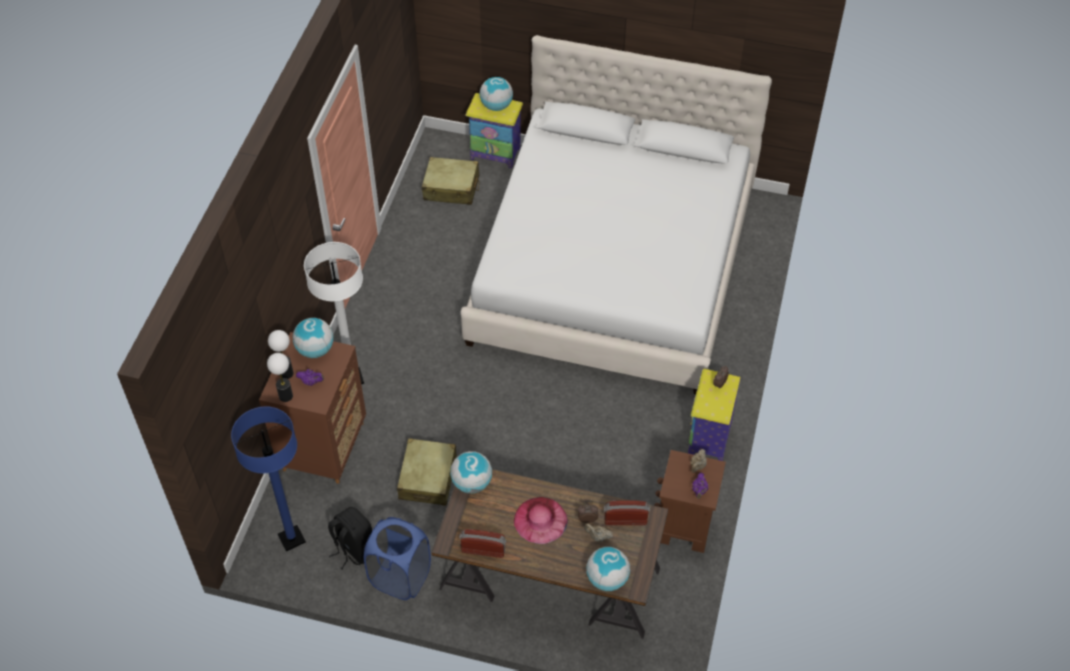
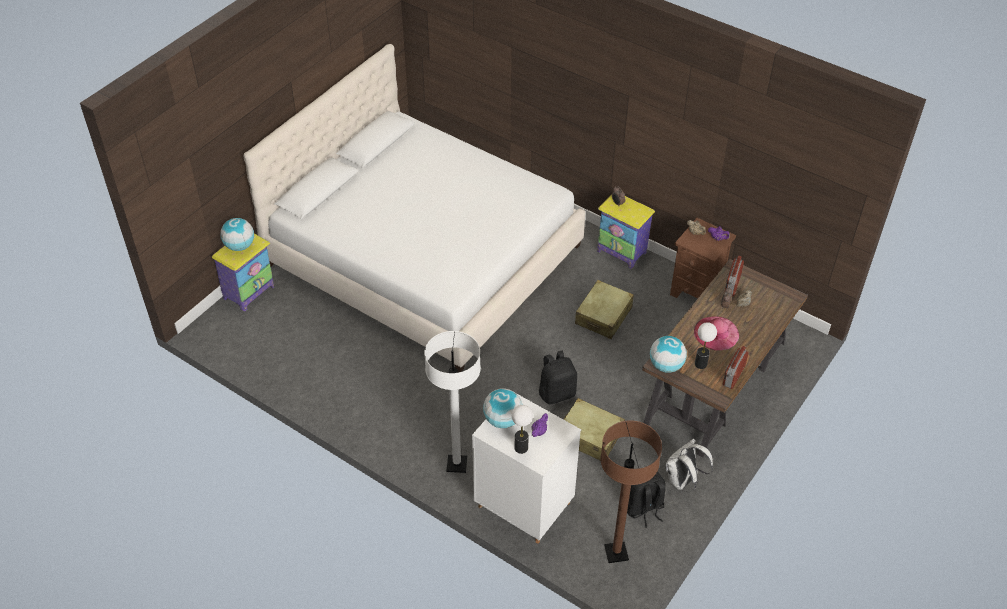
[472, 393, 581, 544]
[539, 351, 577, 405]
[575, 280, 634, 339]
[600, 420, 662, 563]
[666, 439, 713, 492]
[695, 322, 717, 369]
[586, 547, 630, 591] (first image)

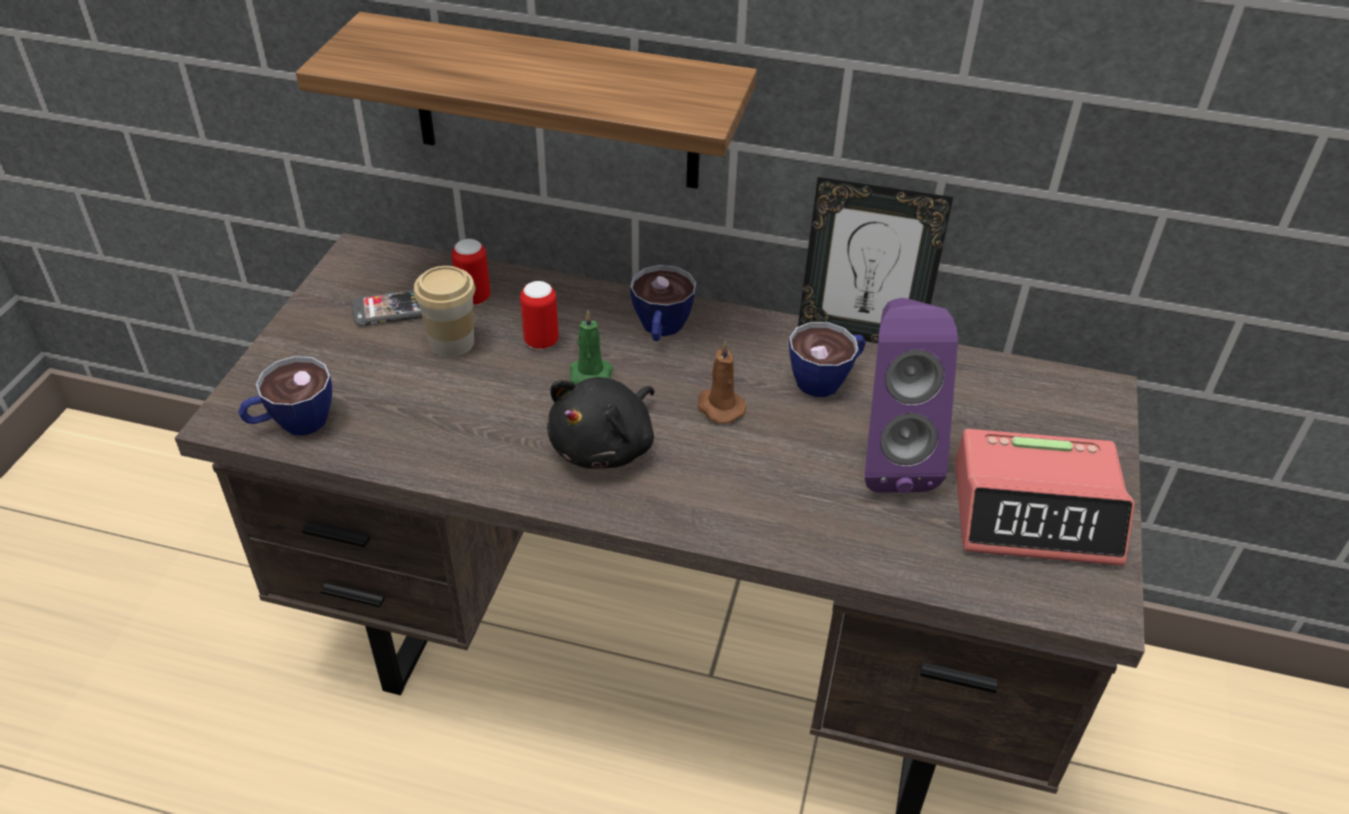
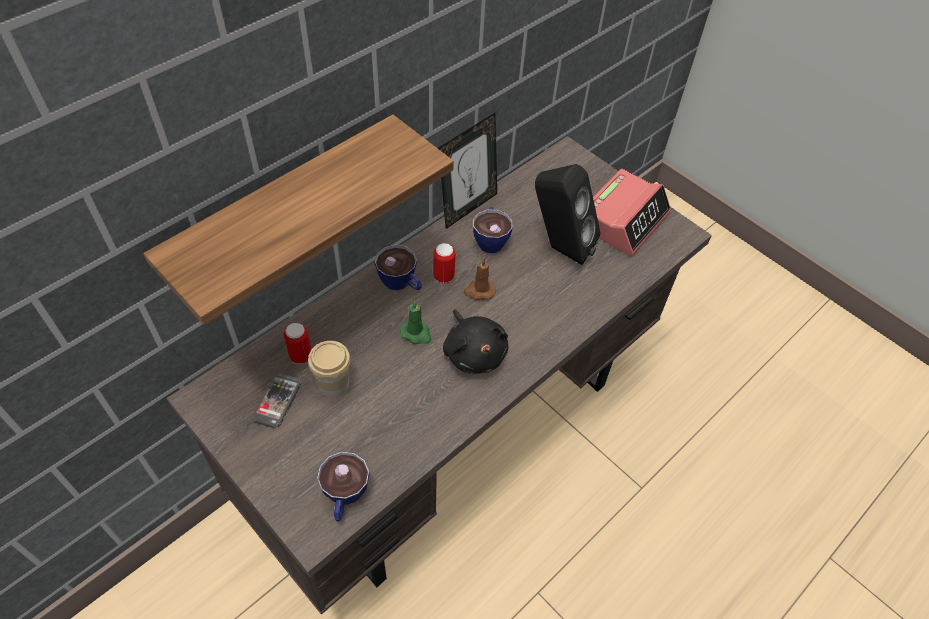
[433, 243, 455, 283]
[535, 164, 600, 265]

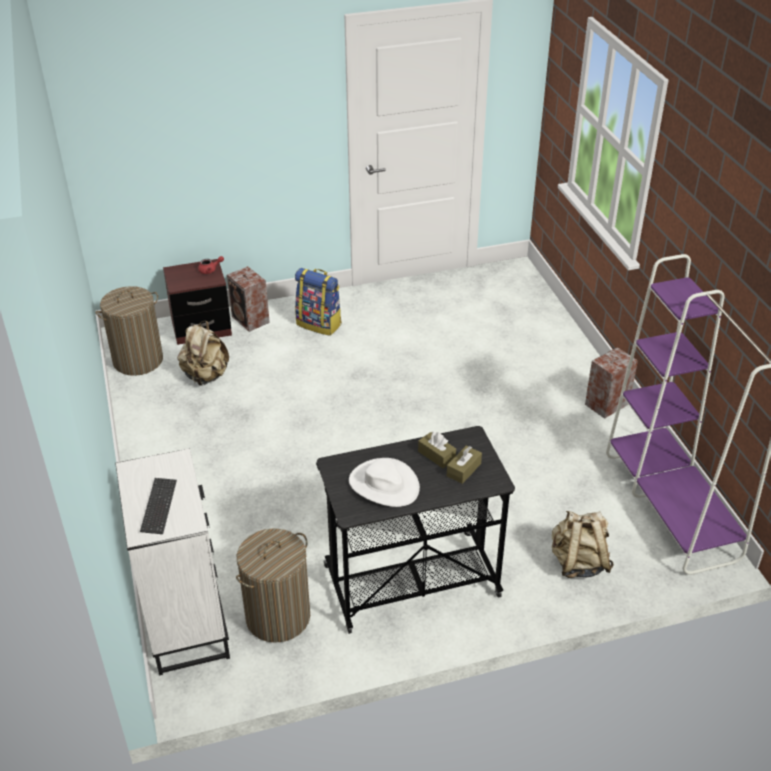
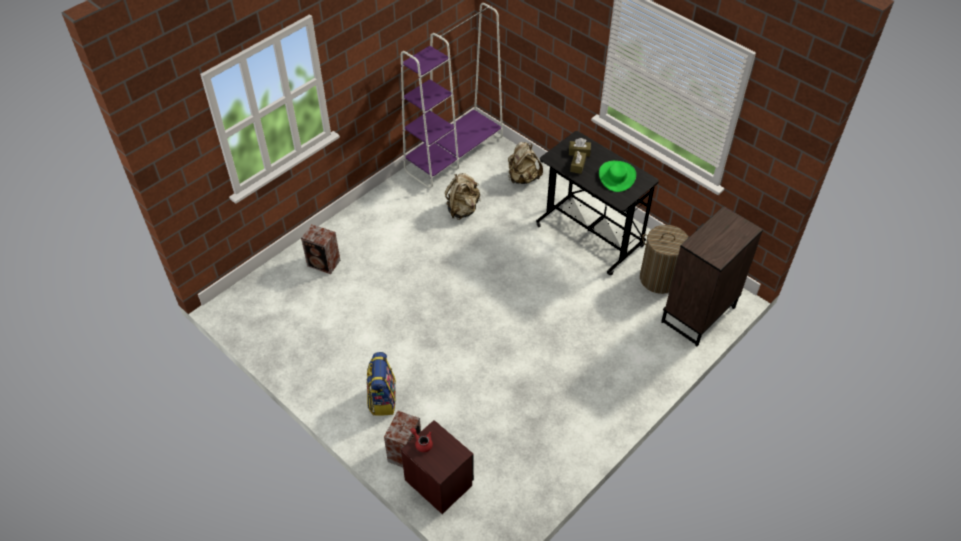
[301, 224, 340, 274]
[445, 173, 480, 220]
[599, 161, 636, 192]
[661, 206, 763, 346]
[95, 286, 163, 376] (first image)
[140, 478, 177, 534] (first image)

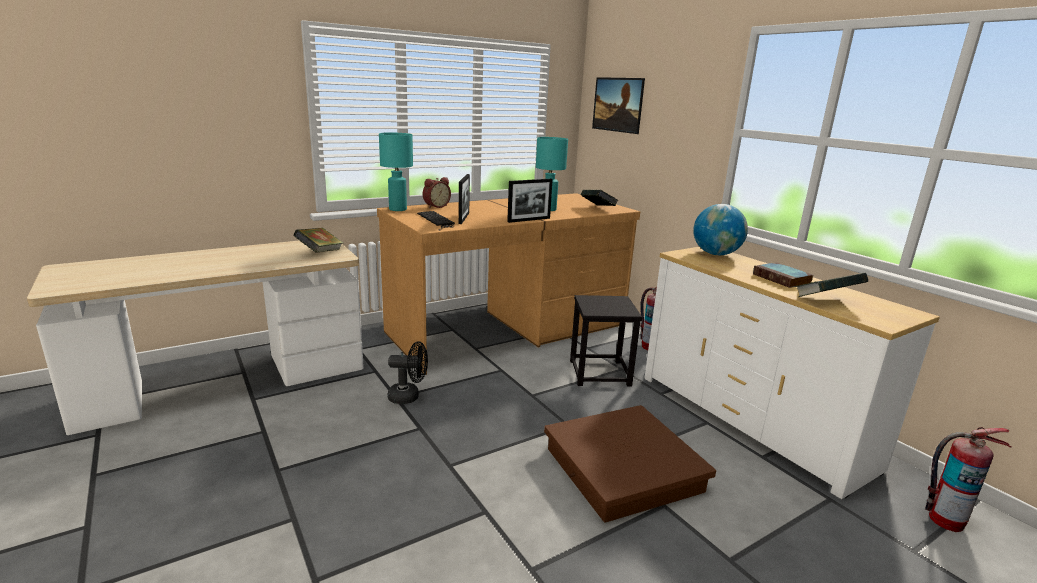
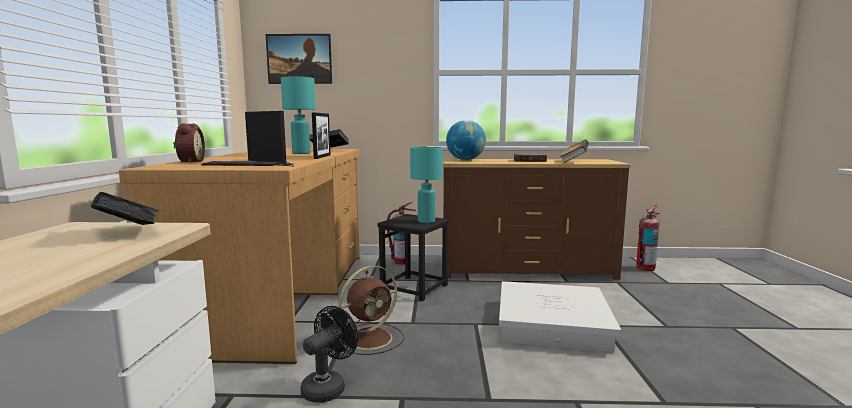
[339, 266, 405, 355]
[410, 147, 443, 223]
[443, 159, 631, 280]
[499, 281, 621, 353]

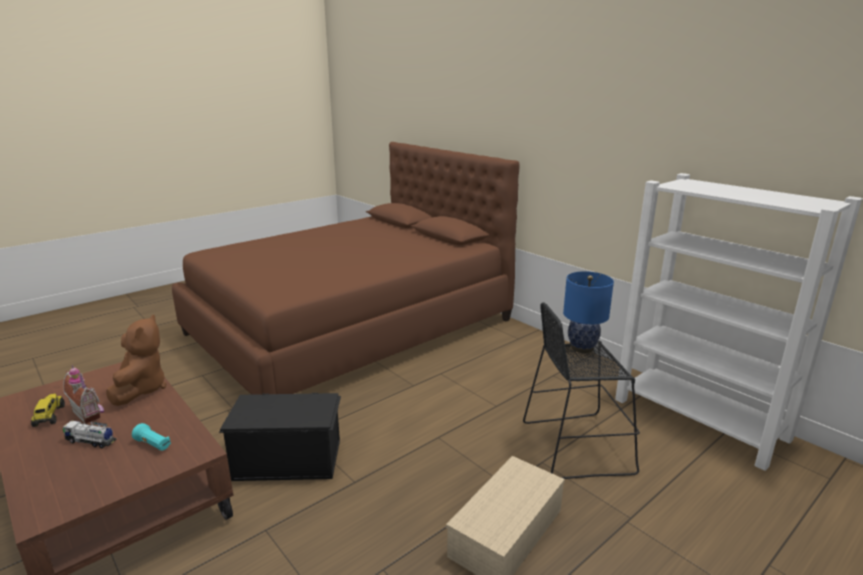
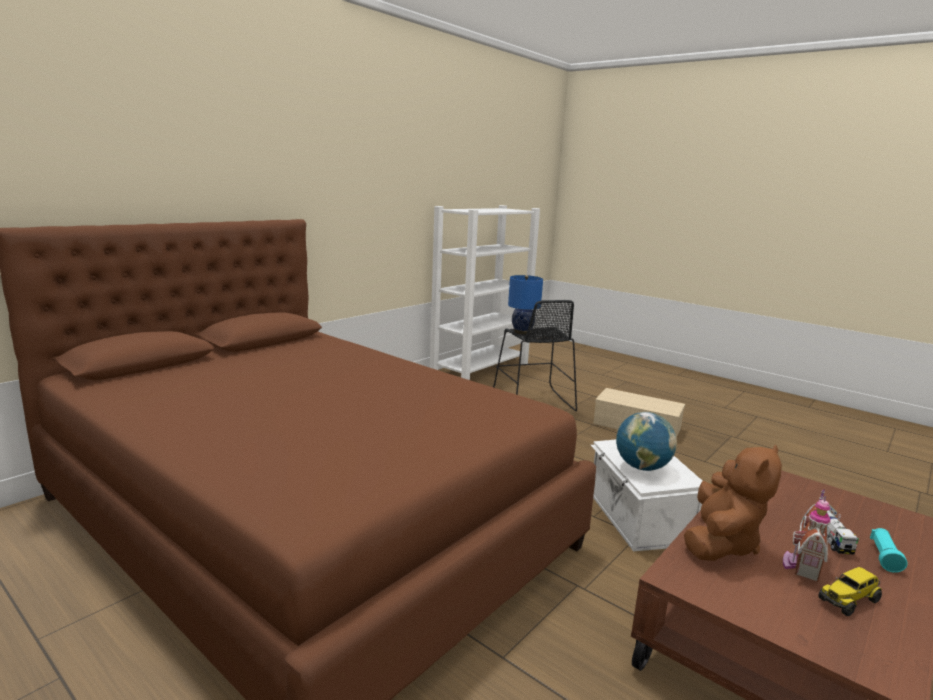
[591, 439, 702, 551]
[616, 412, 677, 471]
[684, 445, 782, 561]
[870, 528, 908, 573]

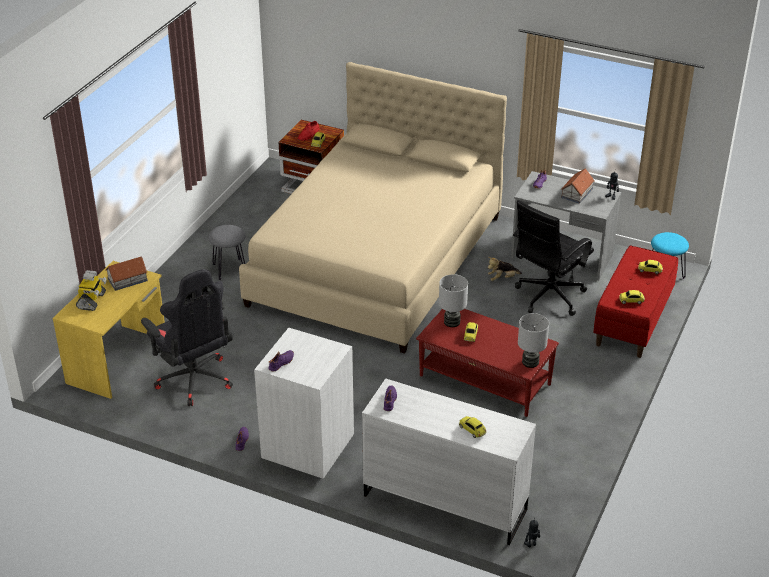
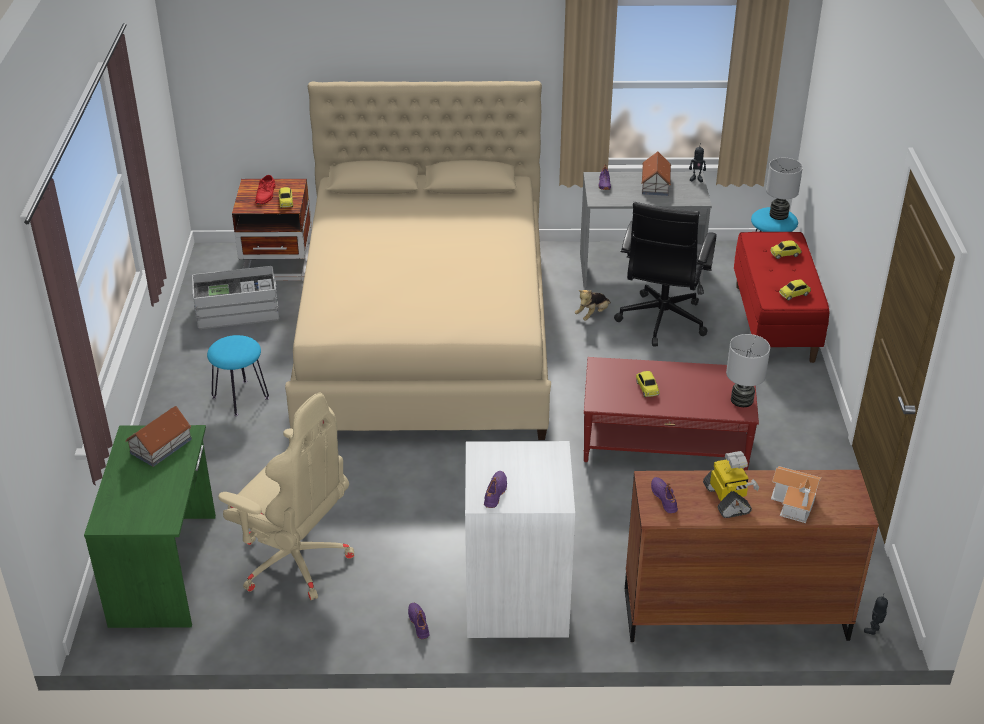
[84, 425, 216, 628]
[192, 266, 280, 329]
[207, 335, 269, 416]
[218, 393, 354, 600]
[625, 470, 879, 642]
[703, 451, 759, 518]
[766, 158, 803, 220]
[771, 466, 821, 523]

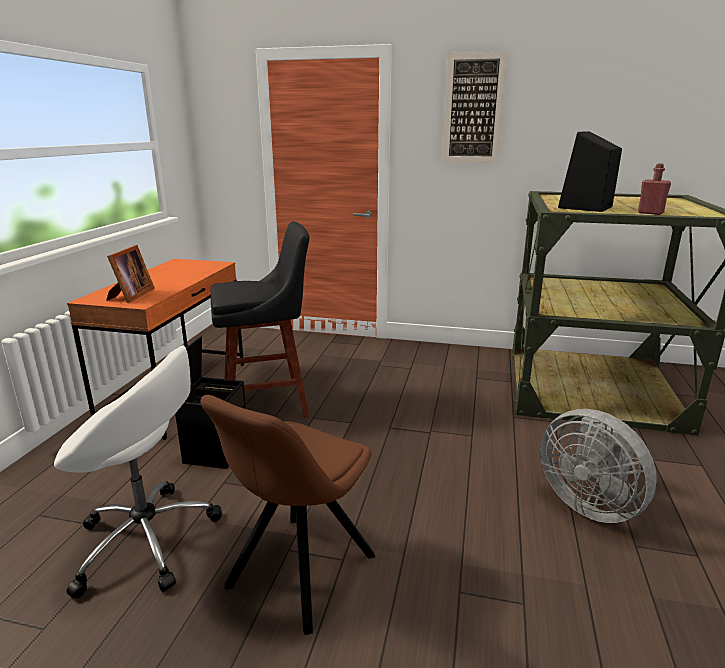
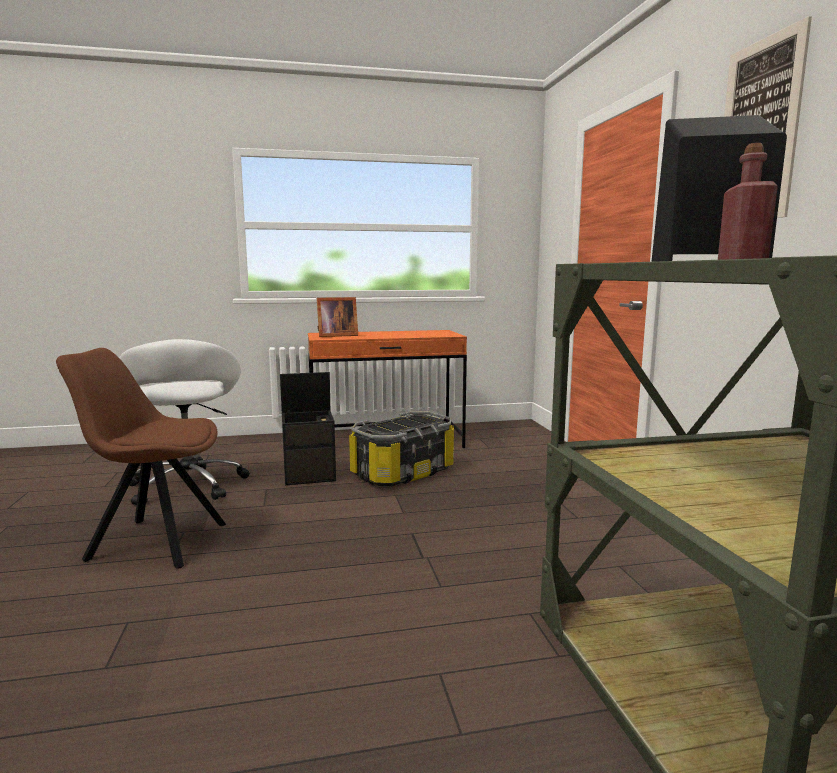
[349, 411, 454, 487]
[540, 409, 657, 523] (first image)

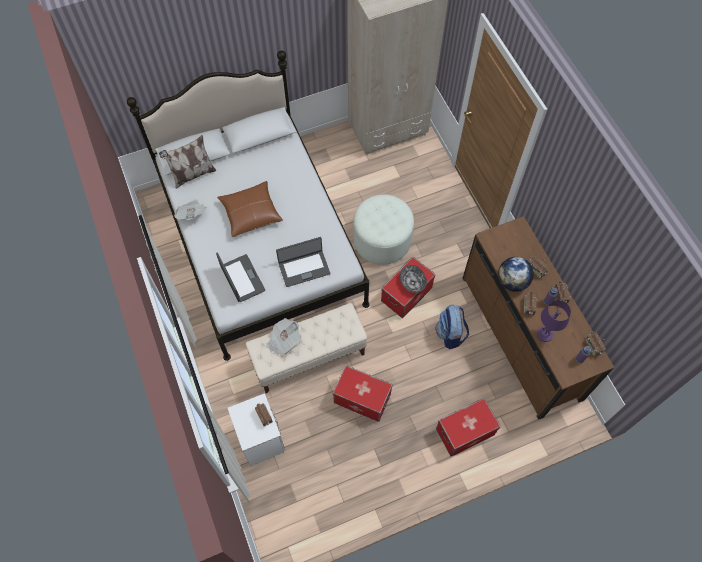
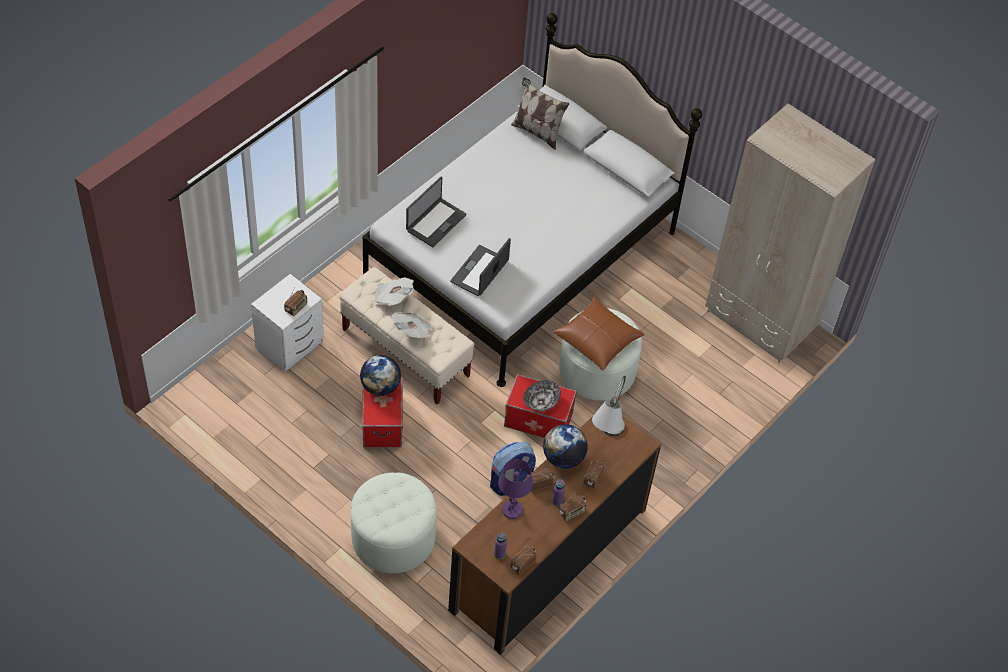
[351, 473, 437, 573]
[360, 355, 401, 396]
[391, 312, 434, 339]
[450, 238, 511, 296]
[553, 297, 645, 371]
[592, 376, 626, 436]

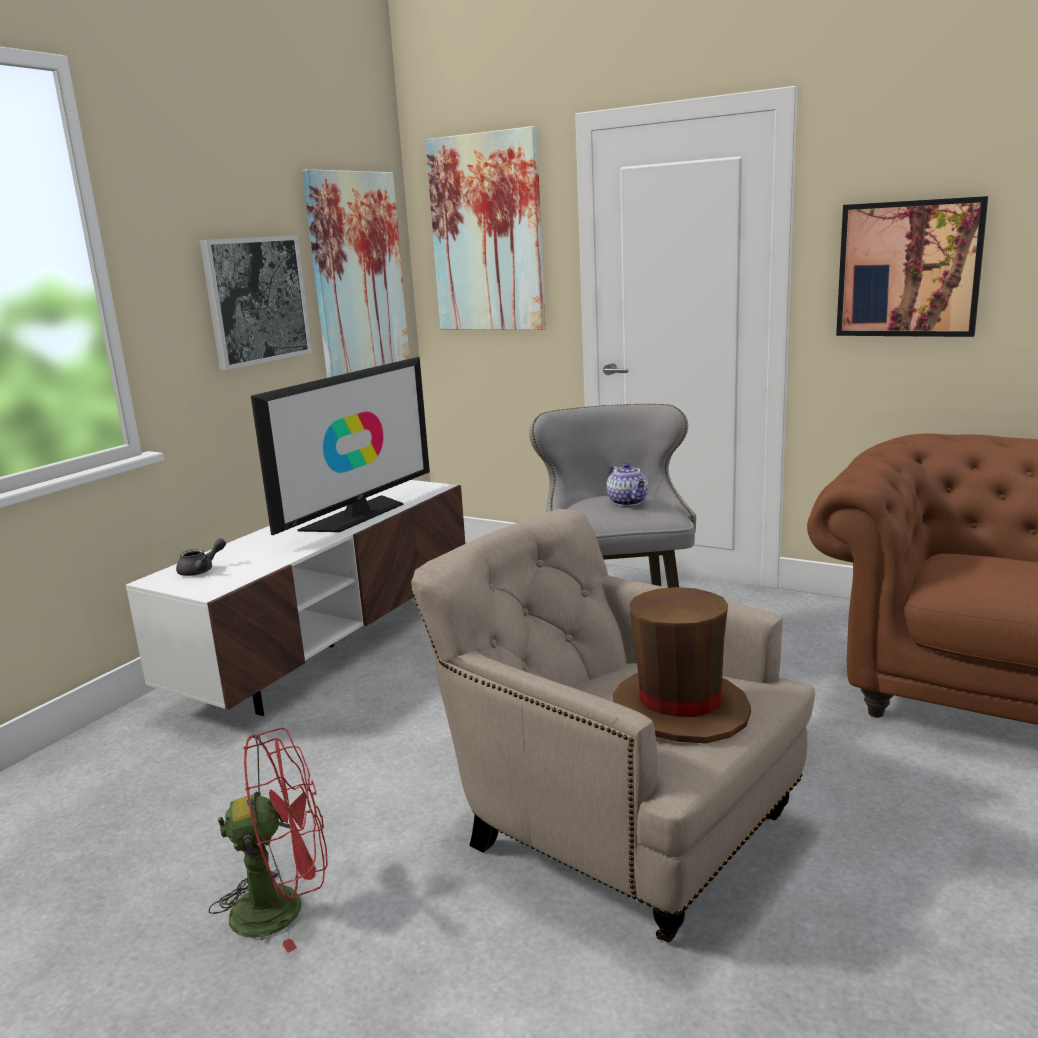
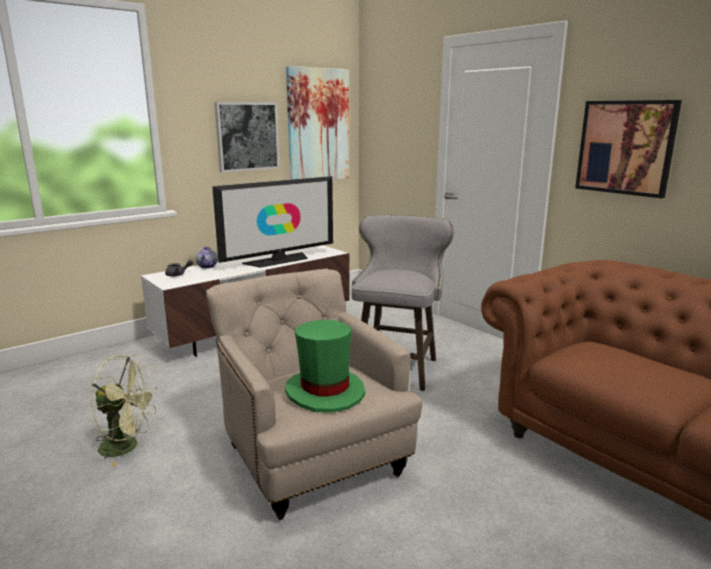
[91, 355, 158, 467]
[196, 247, 217, 268]
[285, 320, 365, 413]
[425, 126, 546, 330] (first image)

